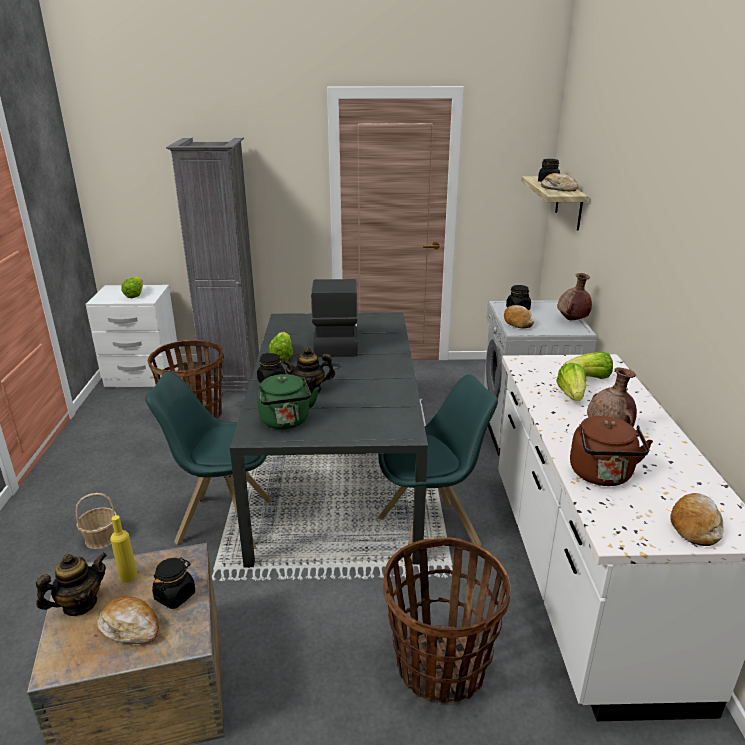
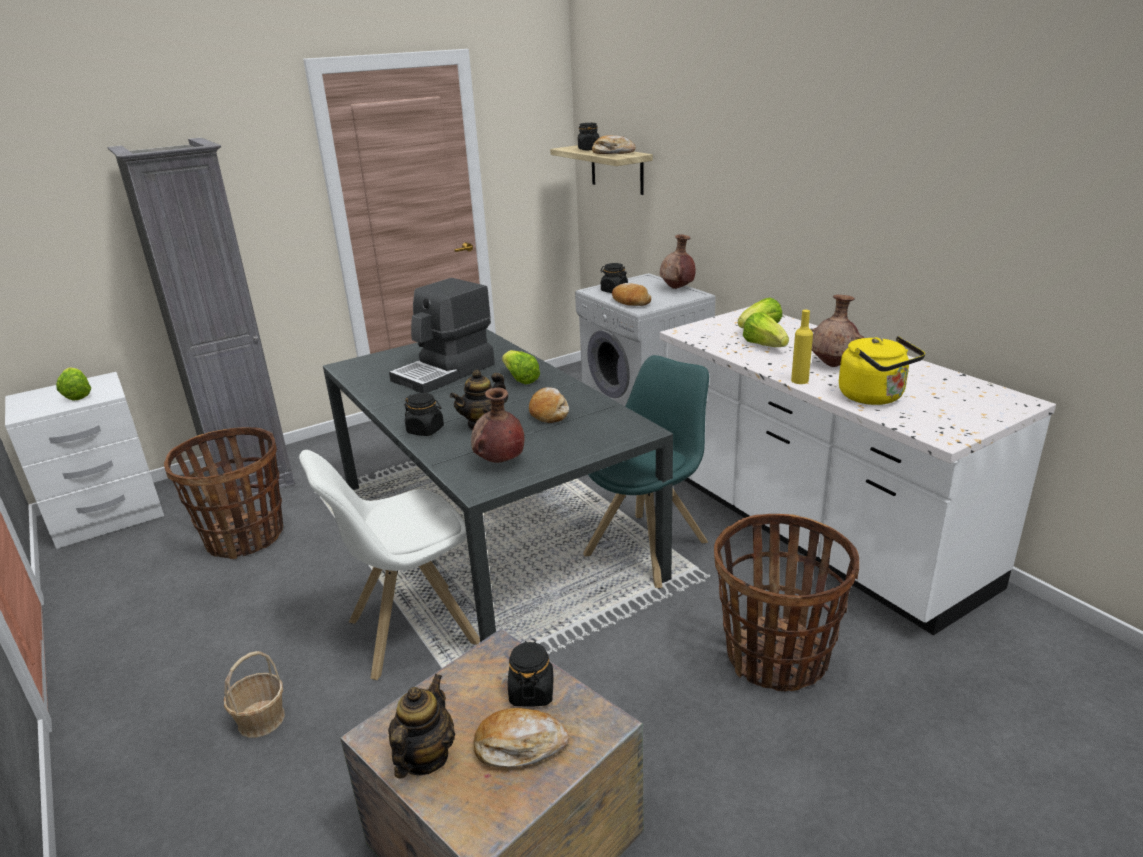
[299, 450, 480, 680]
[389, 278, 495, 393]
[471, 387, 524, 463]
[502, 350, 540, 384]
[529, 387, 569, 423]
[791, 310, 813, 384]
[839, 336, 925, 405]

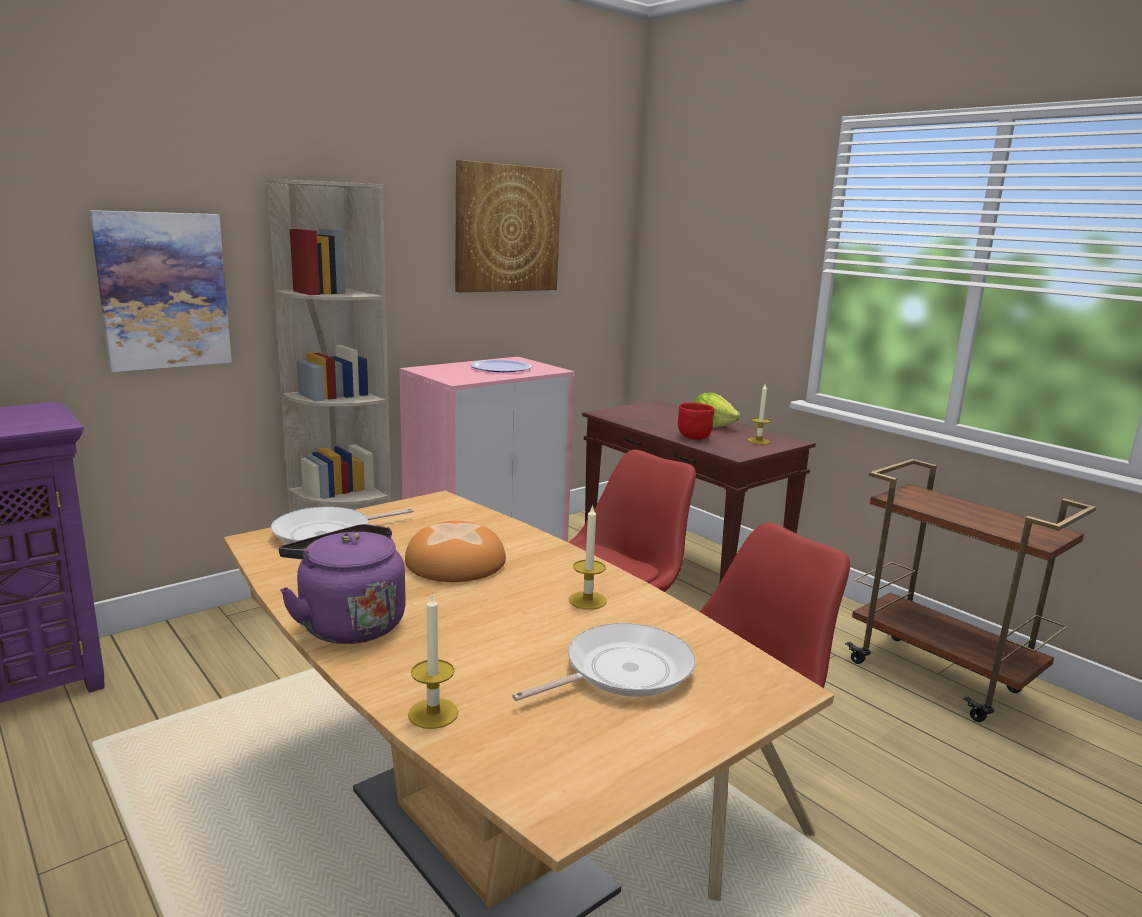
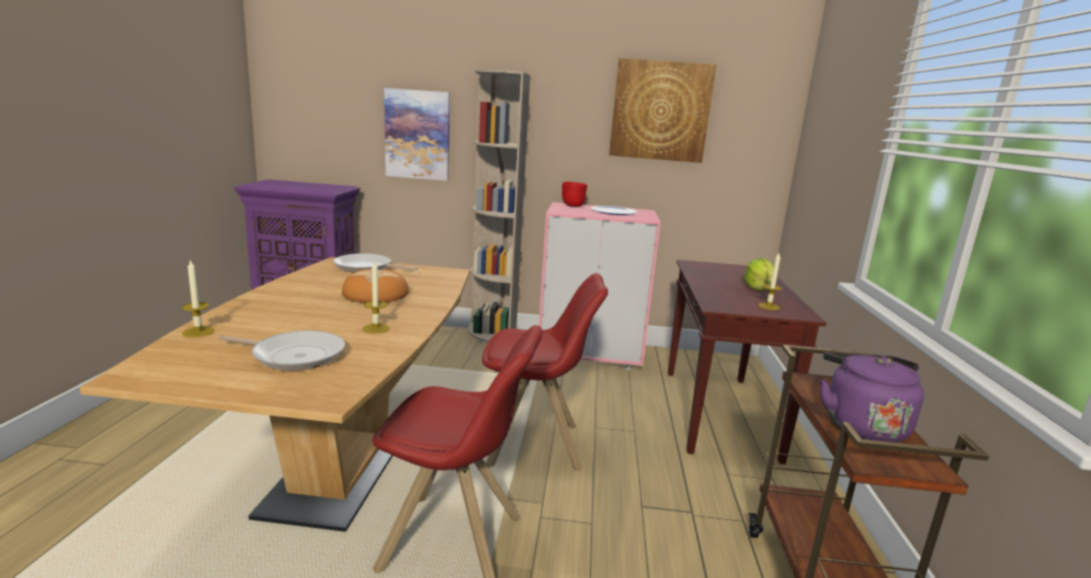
[562, 182, 587, 207]
[820, 352, 924, 443]

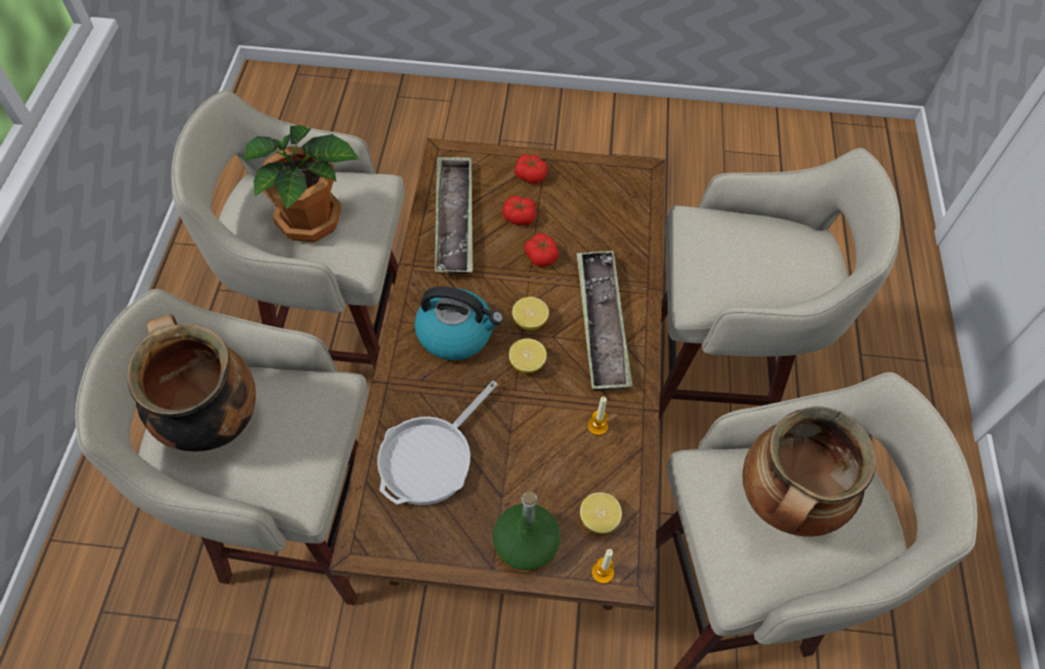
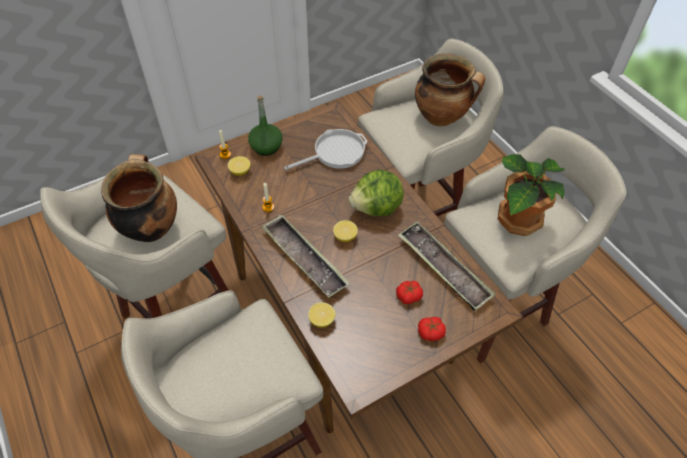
[284, 129, 368, 170]
[308, 302, 336, 328]
[348, 170, 404, 216]
[524, 233, 559, 267] (first image)

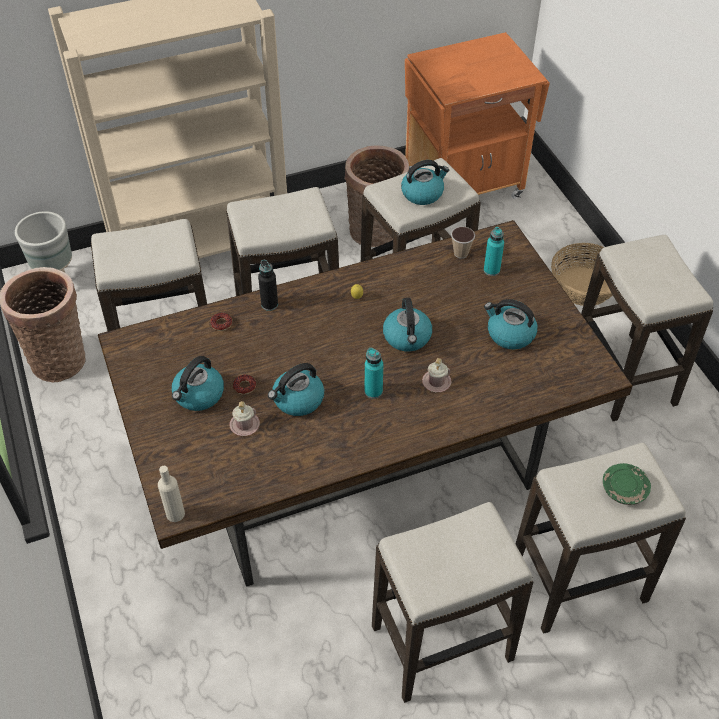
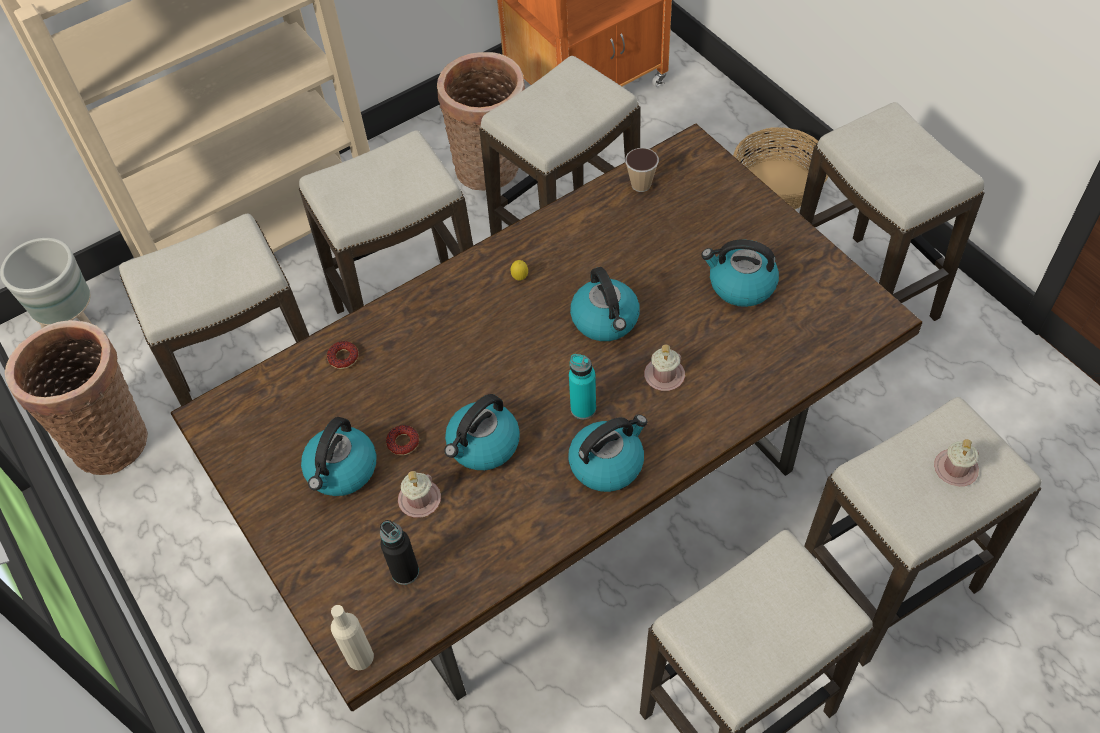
[380, 520, 419, 585]
[568, 414, 647, 492]
[934, 439, 979, 486]
[484, 227, 504, 276] (first image)

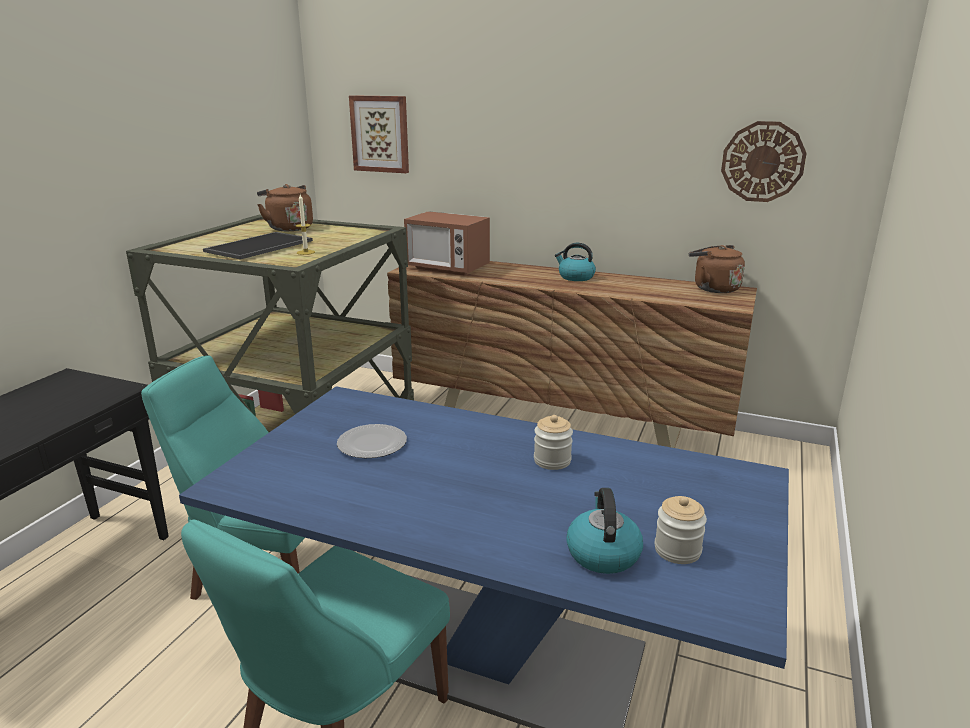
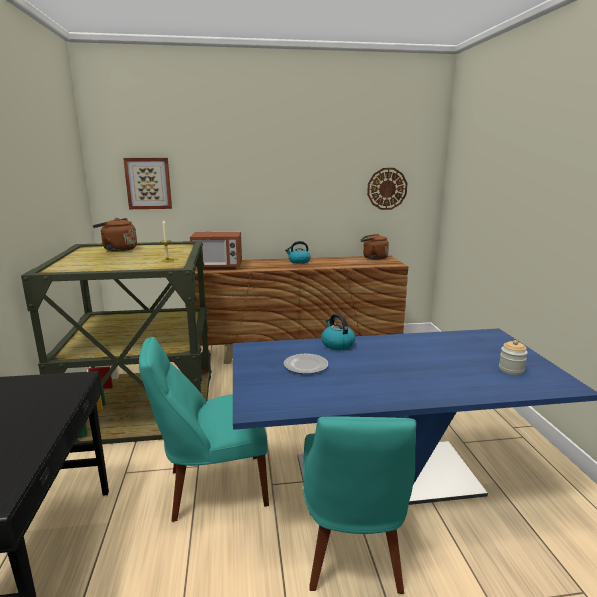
[321, 314, 355, 350]
[203, 232, 313, 260] (first image)
[534, 415, 573, 470] (first image)

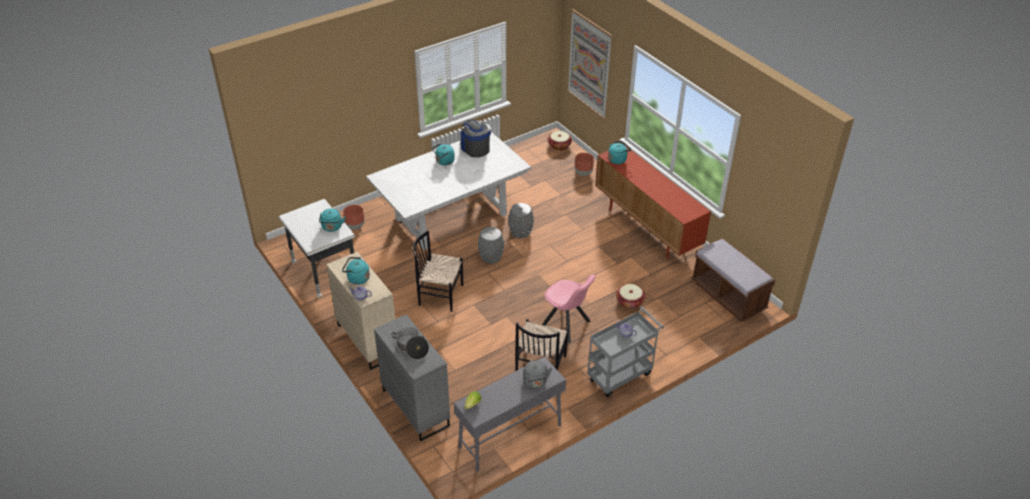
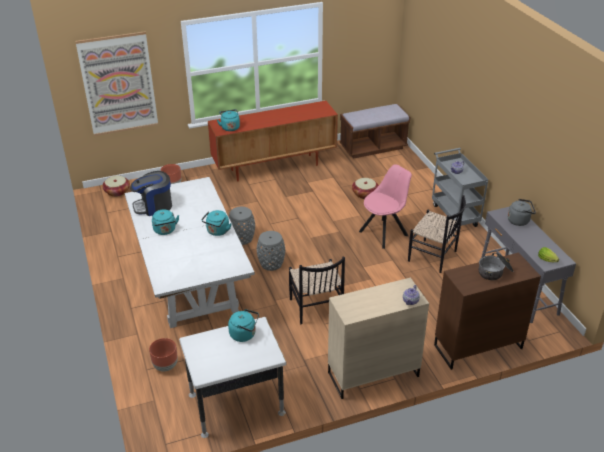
[201, 210, 231, 236]
[289, 257, 345, 324]
[434, 252, 541, 370]

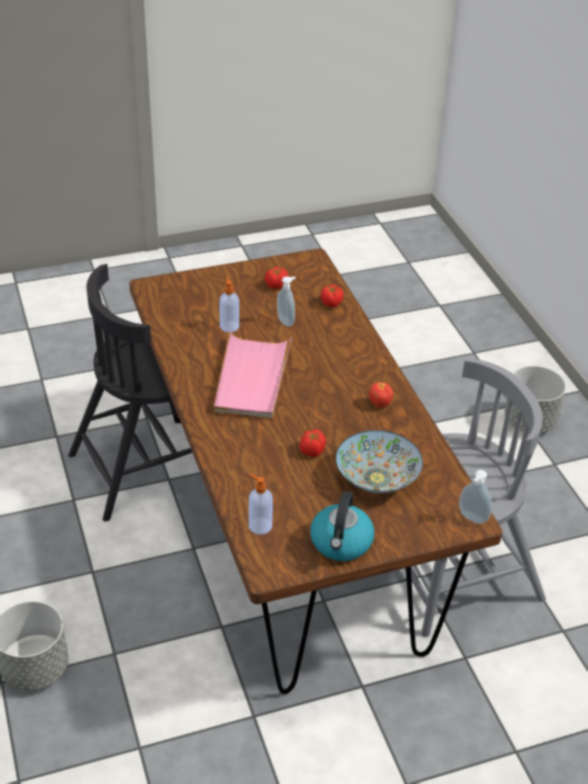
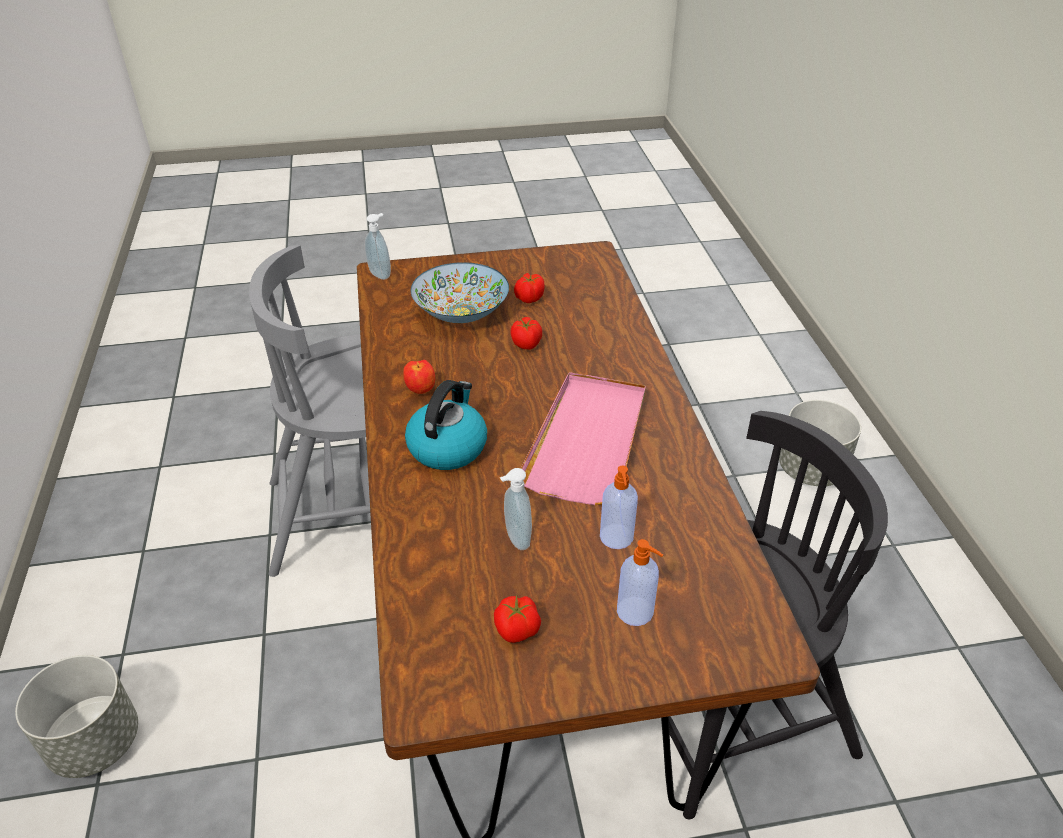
[405, 380, 487, 470]
[514, 273, 545, 303]
[617, 539, 663, 626]

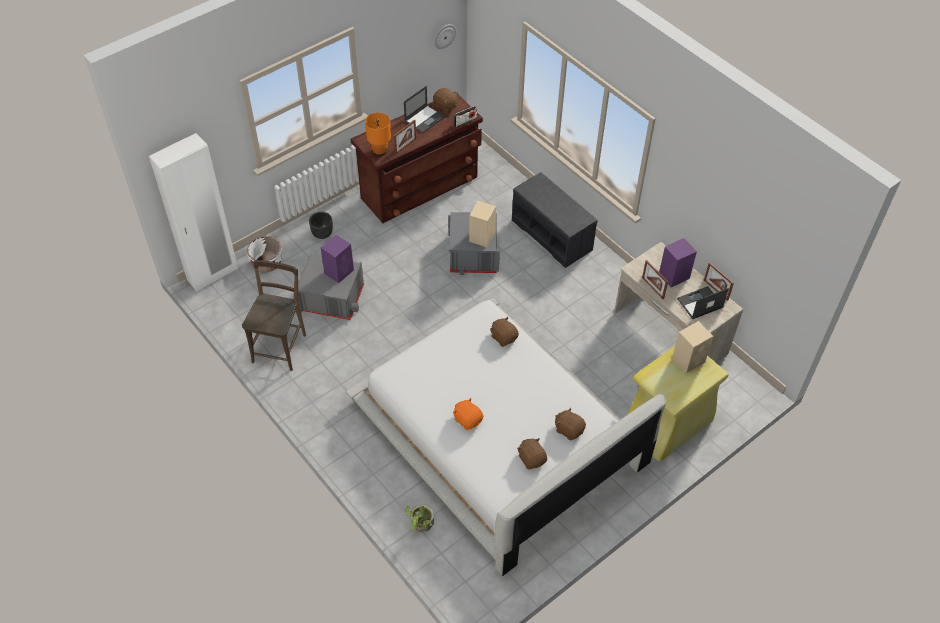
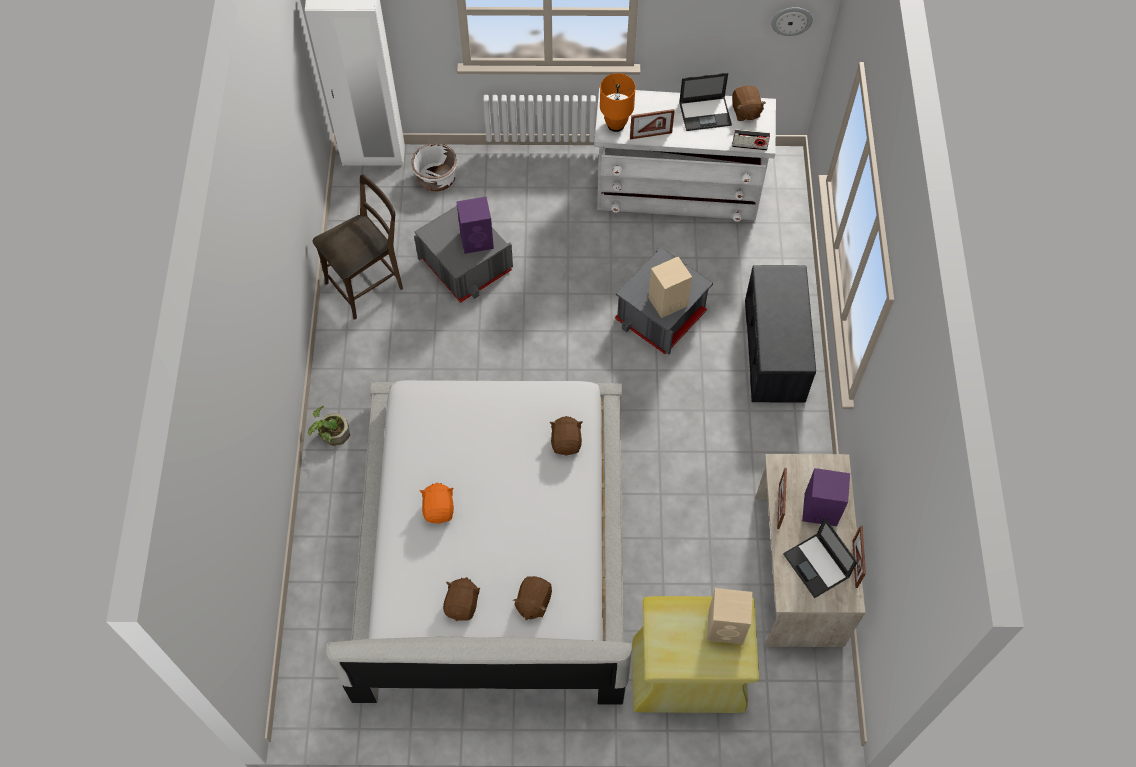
[308, 406, 350, 446]
[513, 576, 552, 620]
[594, 88, 776, 222]
[783, 518, 858, 598]
[309, 212, 333, 239] (first image)

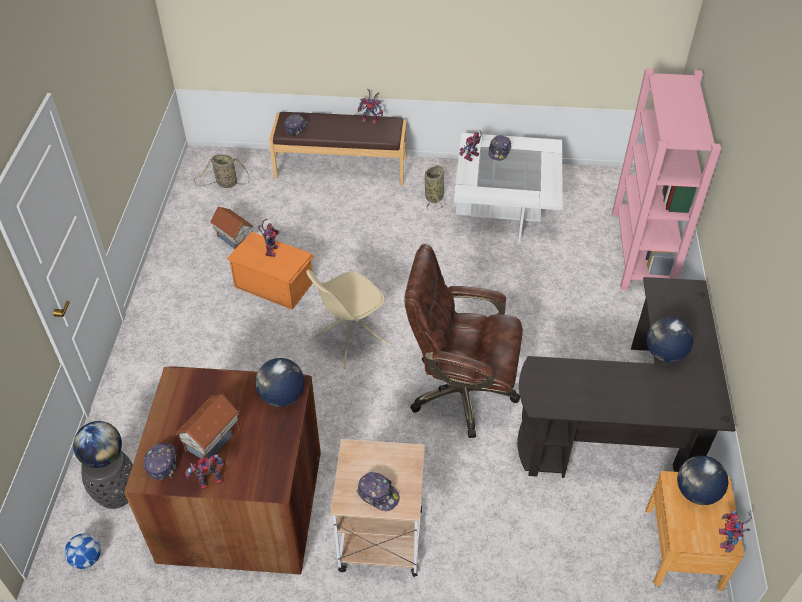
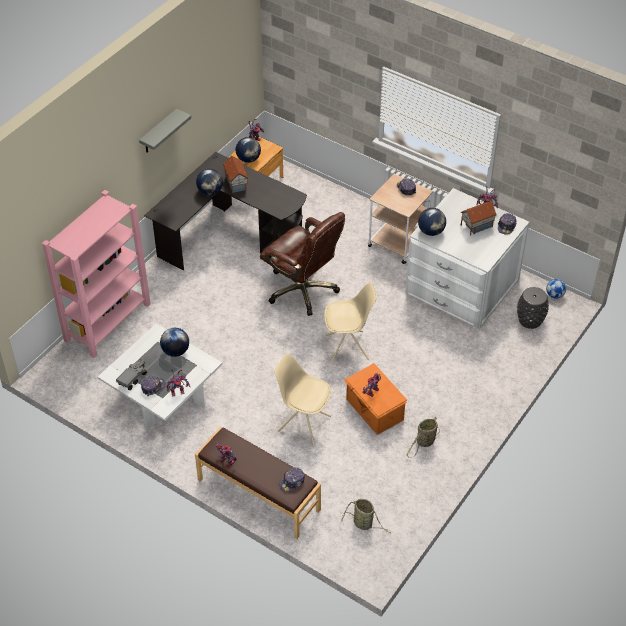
[116, 359, 147, 390]
[139, 109, 191, 153]
[160, 328, 189, 357]
[223, 156, 249, 194]
[275, 354, 331, 445]
[405, 188, 529, 329]
[406, 416, 440, 458]

